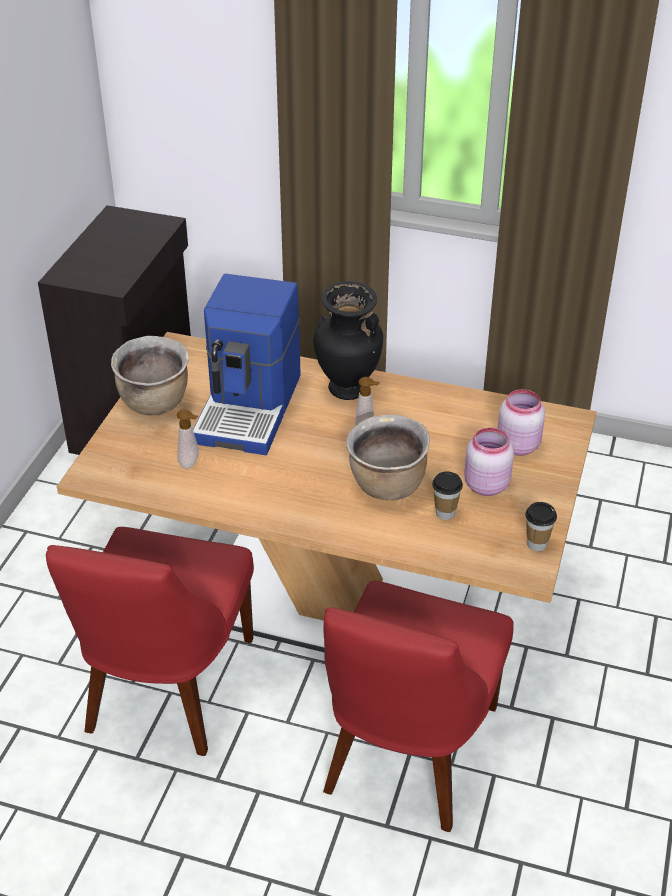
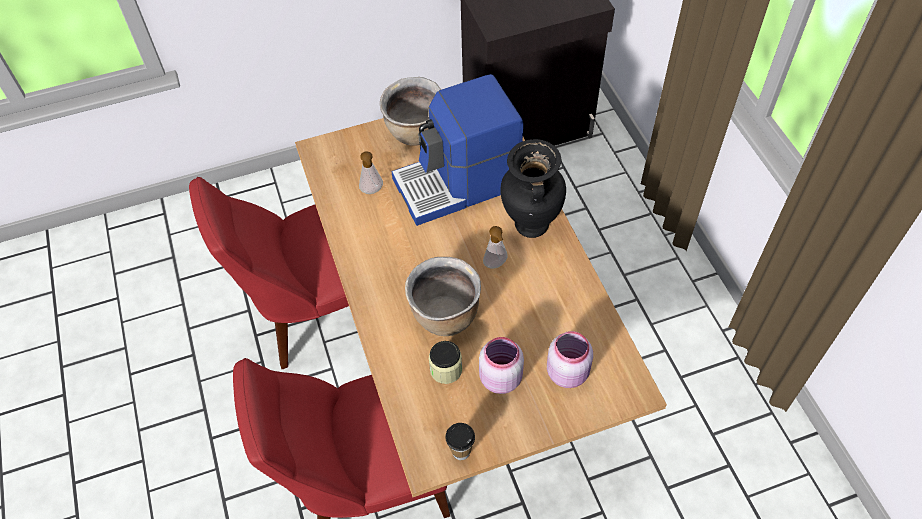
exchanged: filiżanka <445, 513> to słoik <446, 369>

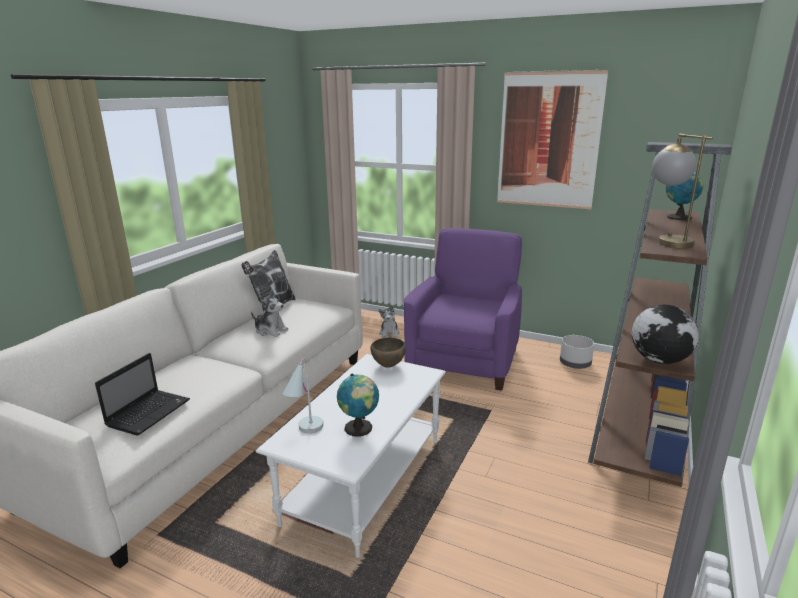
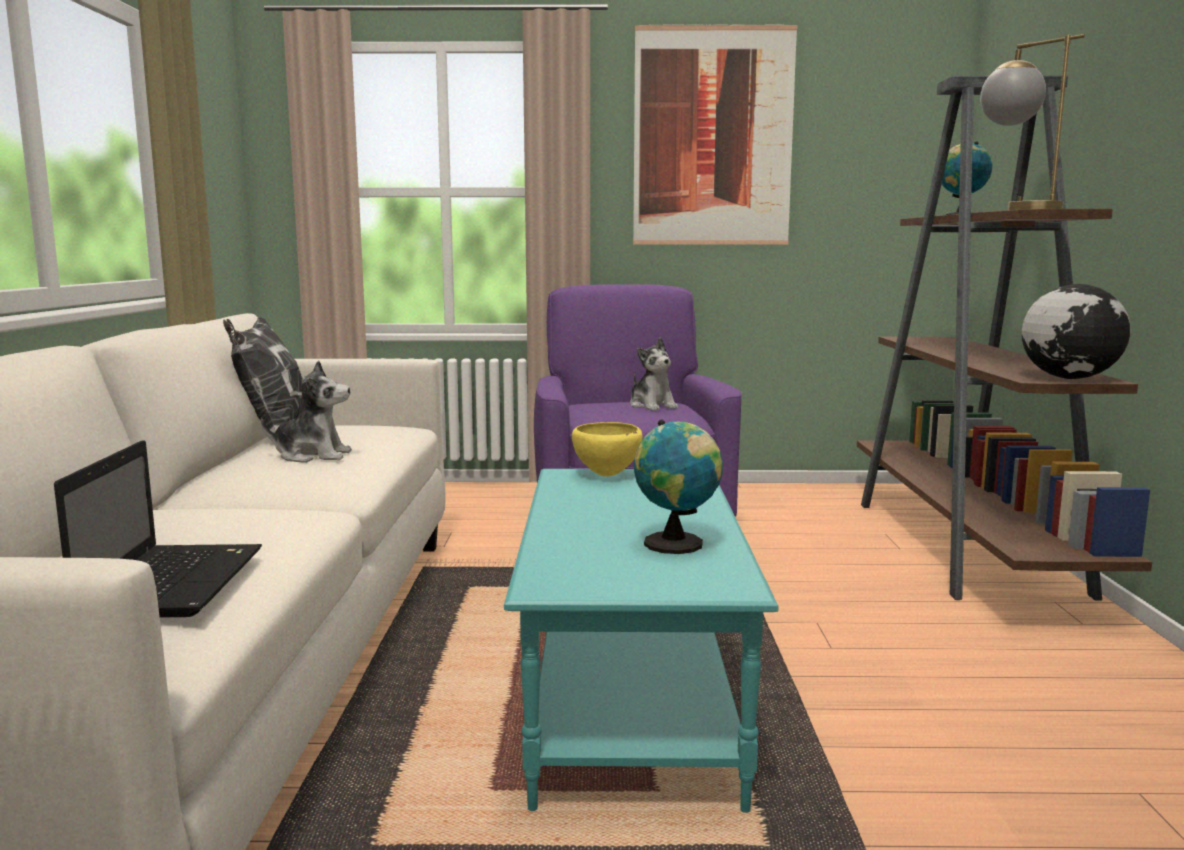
missing: lampa stołowa/biały <305, 432>; donica/szary <575, 363>
relocated: pluszak <389, 333> to <652, 406>
colour: ława/biały <364, 479> to ława/turkusowy <628, 697>; miska/brązowy <388, 366> to miska/żółty <607, 475>

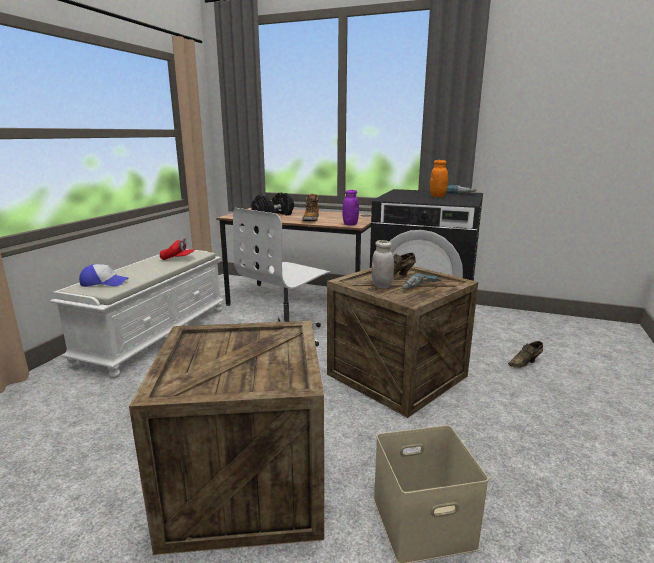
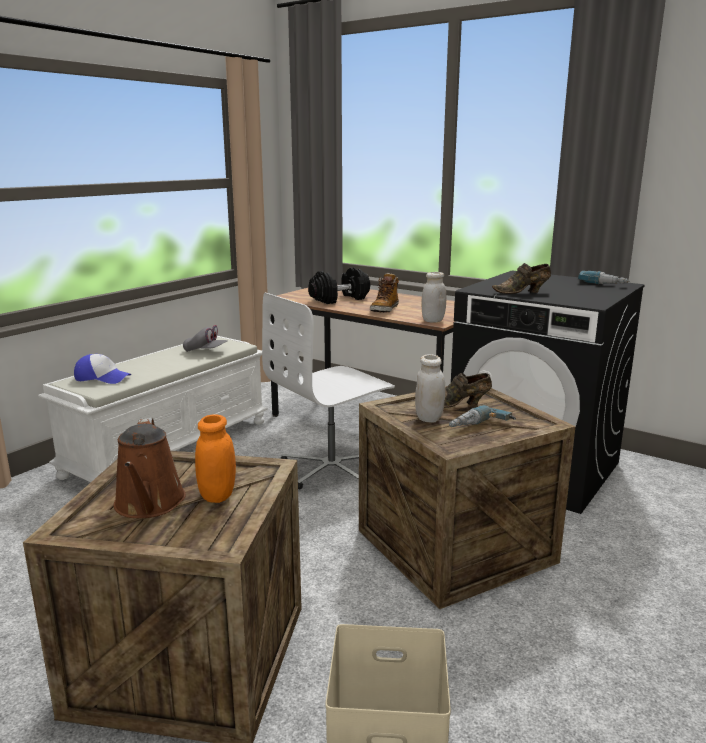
appeared: konewka/brązowy <149, 504>
relocated: słoik/pomarańczowy <437, 196> to <218, 495>; but/brązowy <525, 363> to <522, 292>
colour: czapka z daszkiem/czerwony <178, 259> to czapka z daszkiem/szary <205, 351>; słoik/fioletowy <350, 224> to słoik/biały <433, 320>

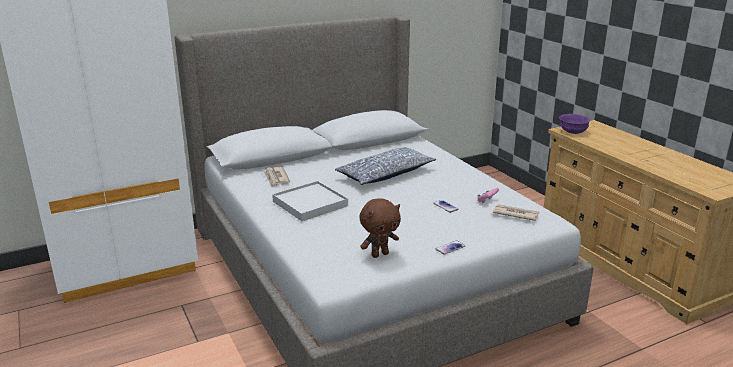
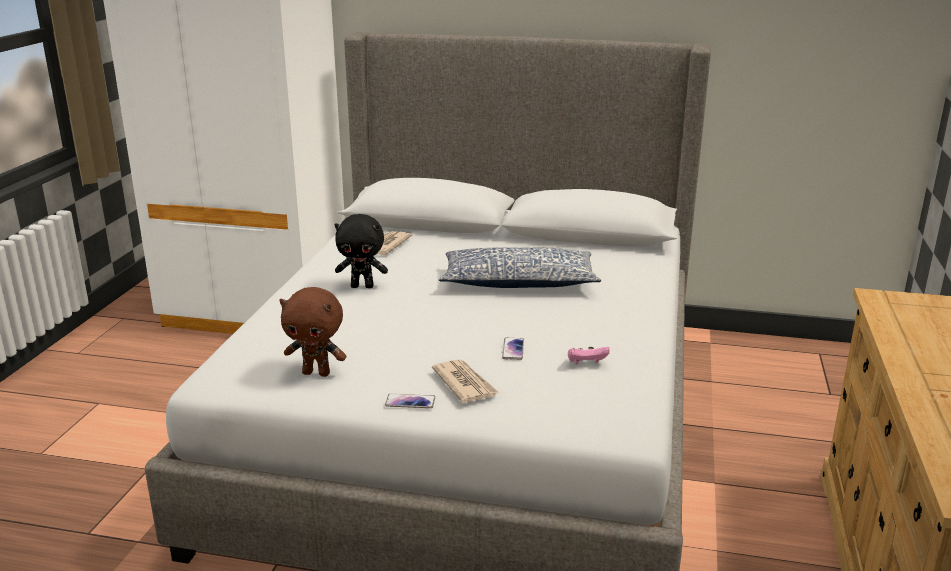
missing: miska/fioletowy <573, 131>
relocated: gazeta <515, 214> to <464, 383>
exchanged: taca/biały <310, 203> to pluszak/czarny <362, 286>

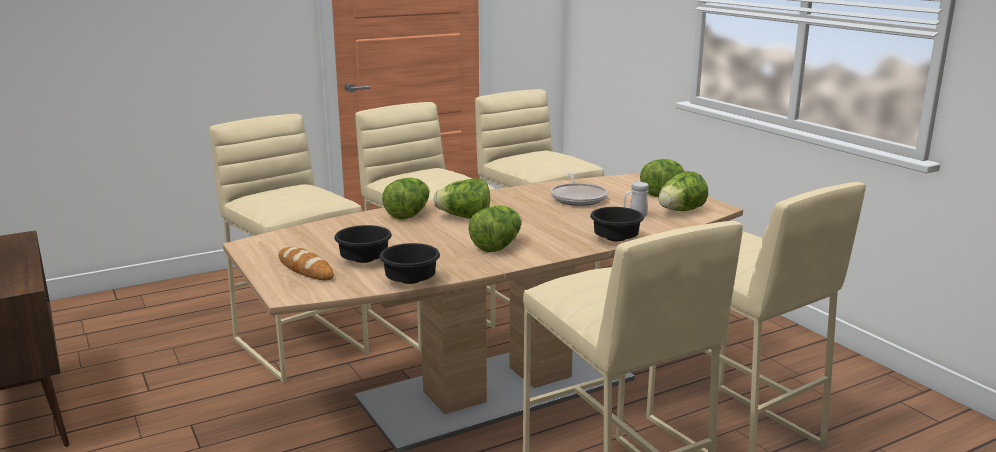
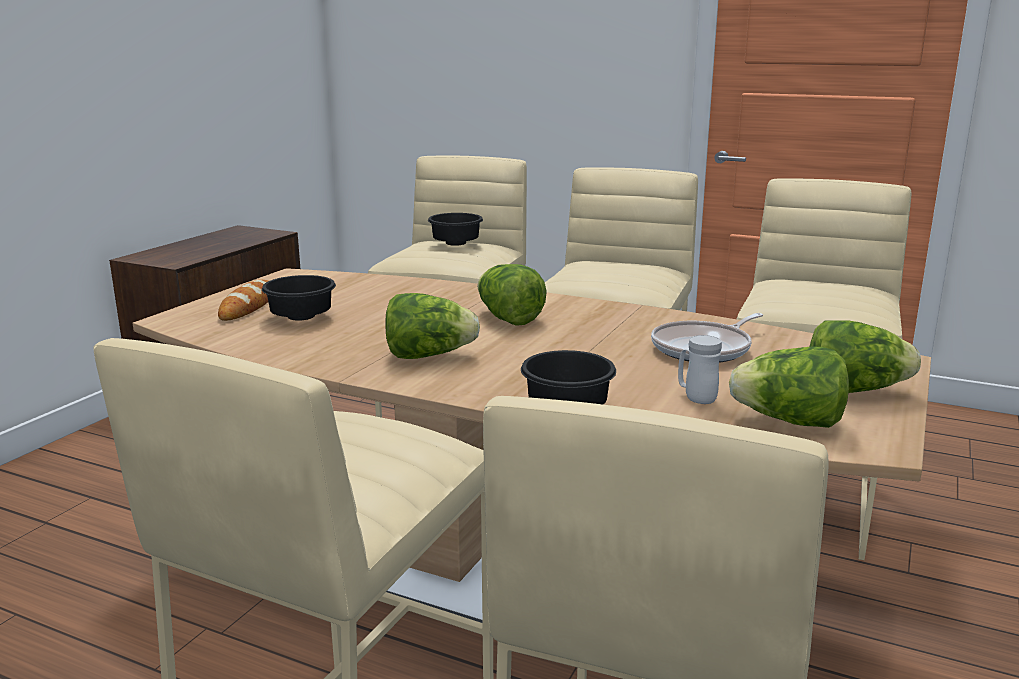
missing: sałata <408, 214>
relocated: miska/czarny <410, 281> to <454, 244>

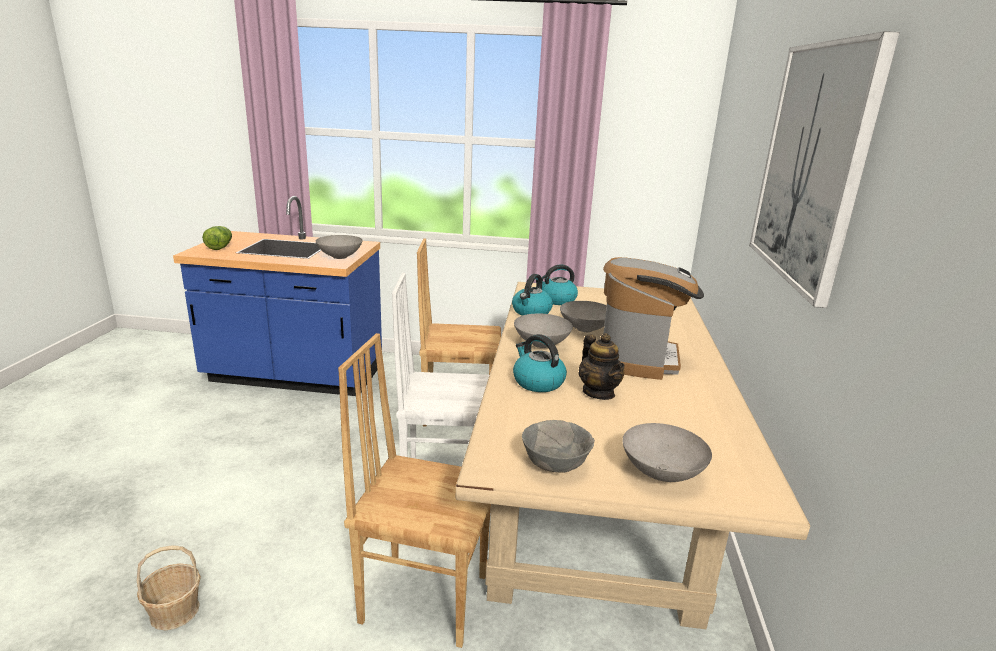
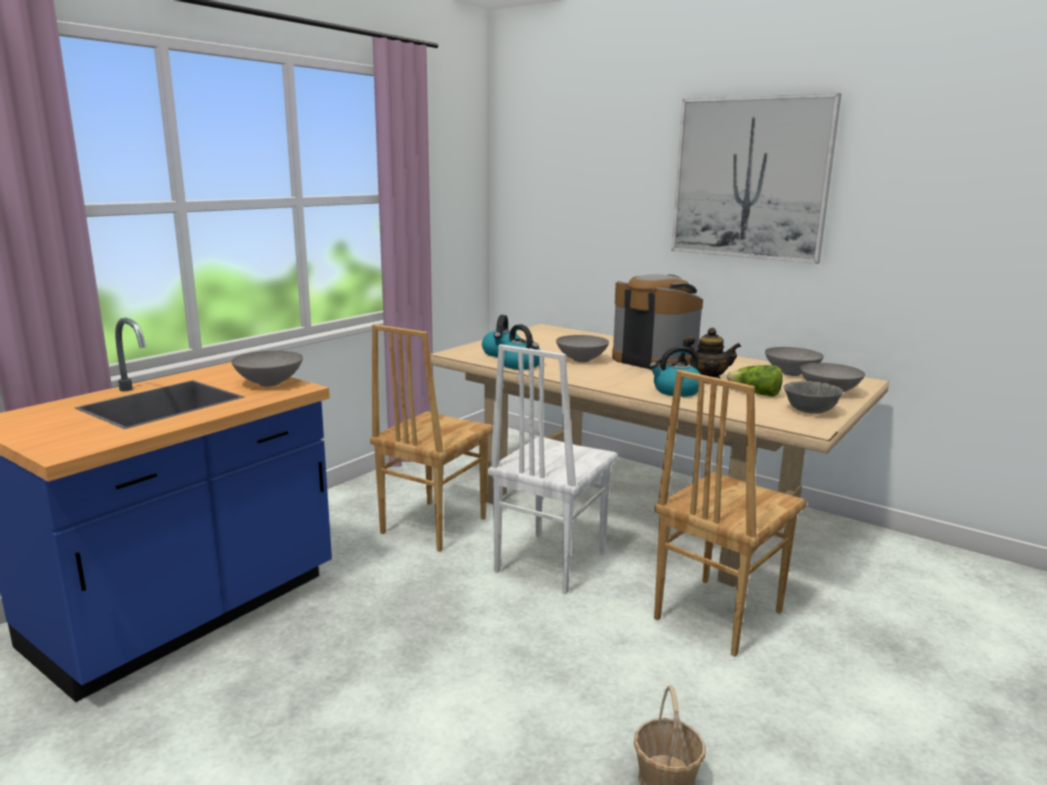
relocated: sałata <220, 247> to <755, 394>; miska/szary <541, 344> to <792, 373>

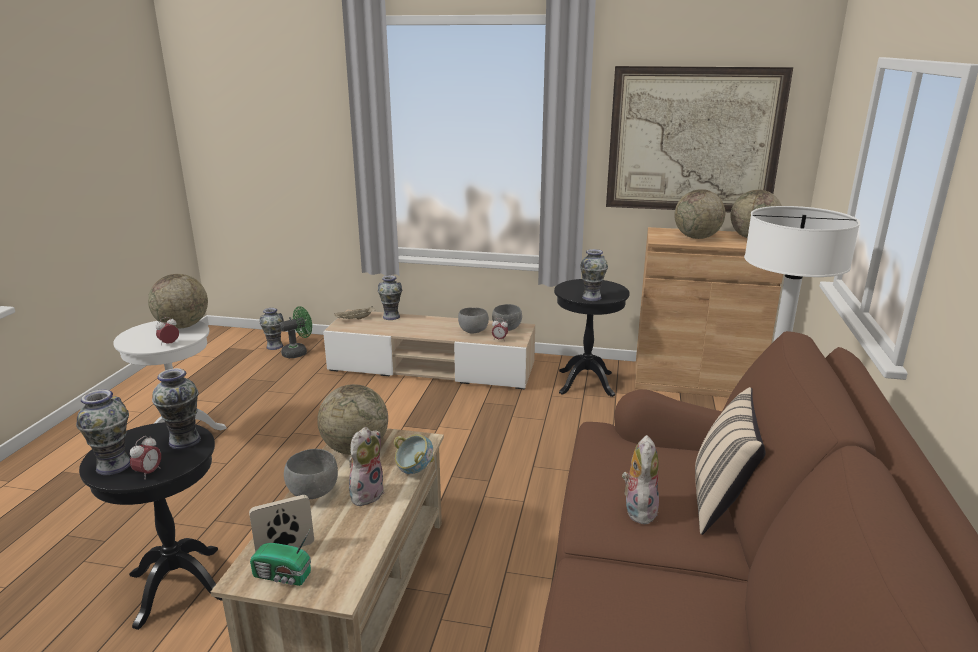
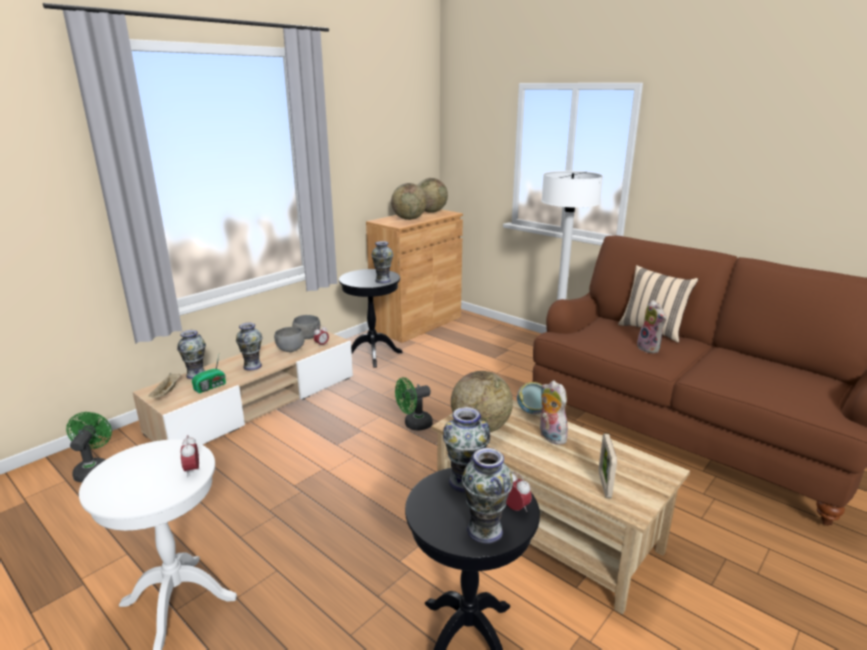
missing: globus <183, 326>; miska/szary <313, 492>; obraz <693, 140>
appeared: wentylator/zielony <414, 425>
relocated: radio <283, 576> to <211, 387>; wazon <274, 346> to <252, 366>
spun: pluszak <638, 509> = <650, 348> 150 degrees counterclockwise

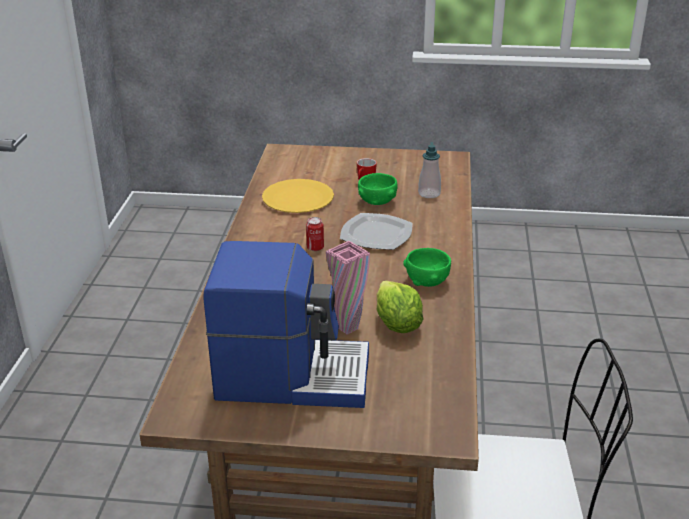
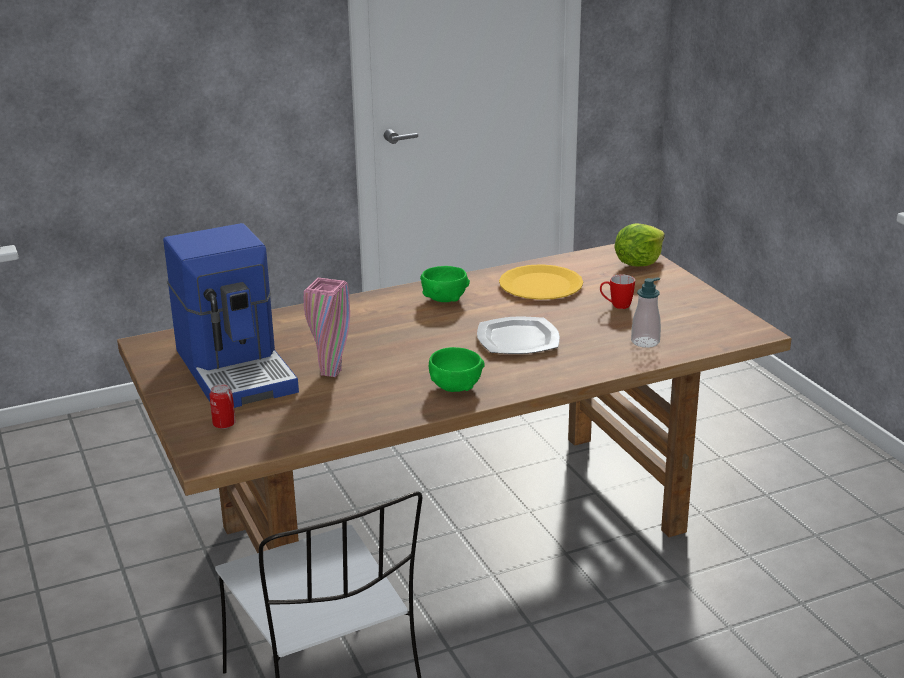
relocated: puszka <315, 248> to <224, 424>; miska/zielony <377, 202> to <444, 299>; sałata <396, 324> to <638, 263>

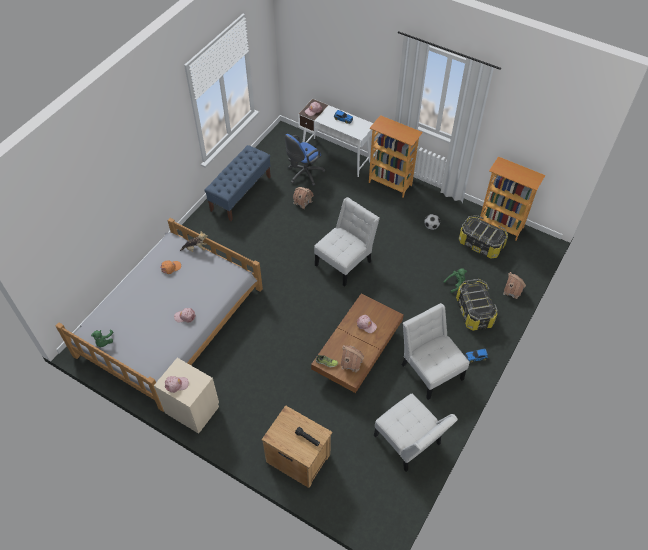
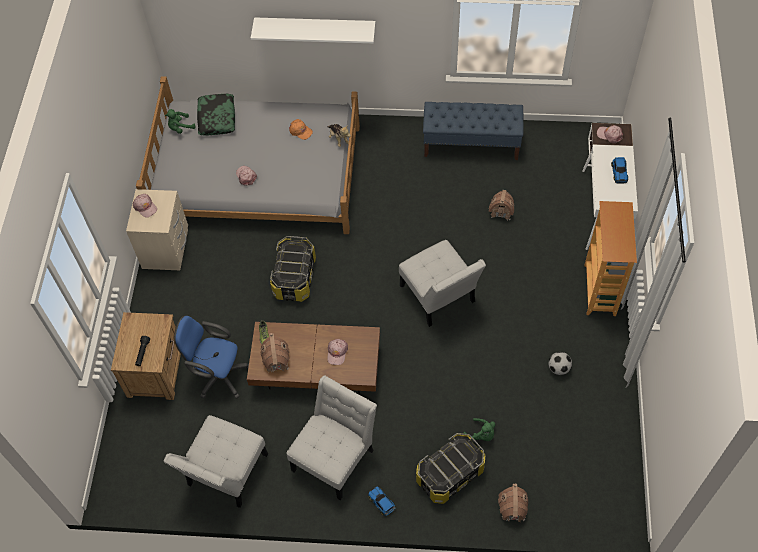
missing: regał <501, 225>
appeared: poduszka <216, 118>; półka/biały <315, 27>
relocated: krzesło biurowe/niebieski <303, 174> to <218, 375>; pojemnik do przechowywania <481, 244> to <295, 277>
spun: krzesło/biały <345, 261> = <439, 297> 45 degrees clockwise

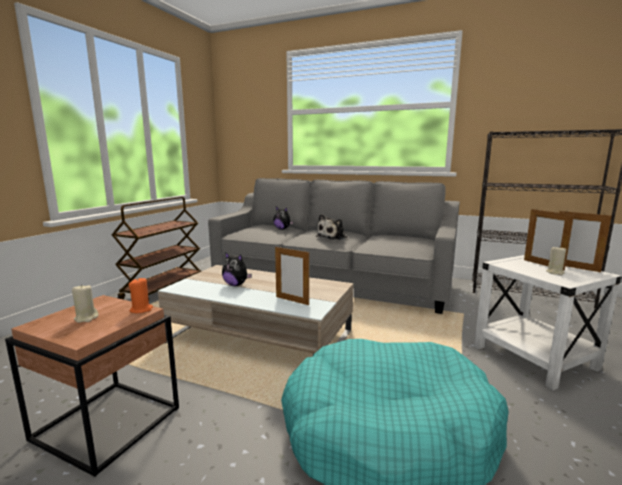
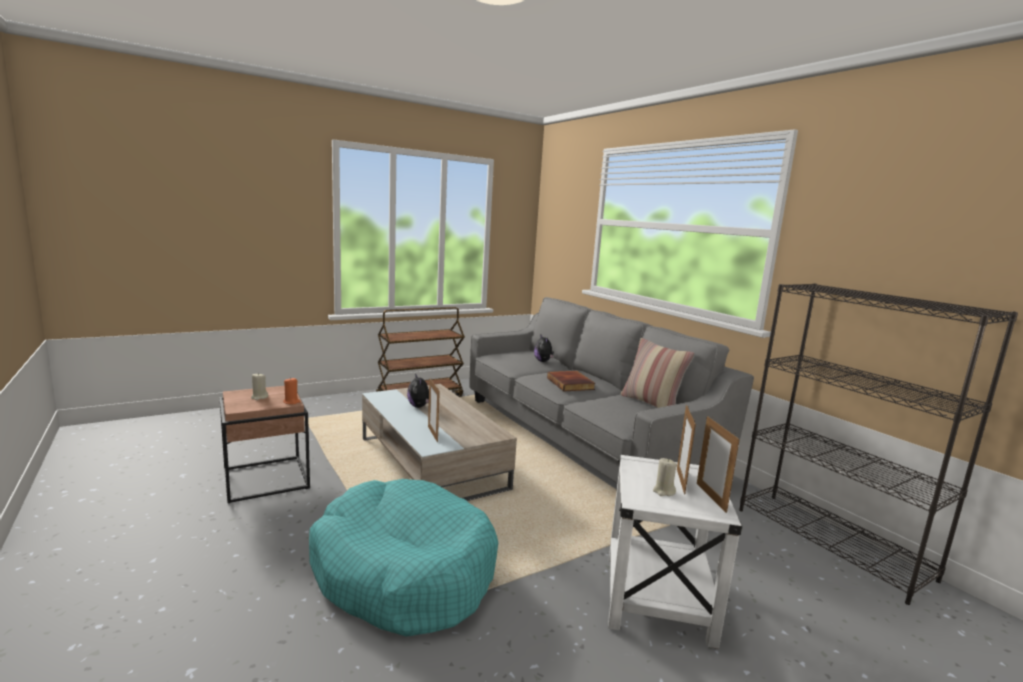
appeared: poduszka <651, 404>
exchanged: pluszak <333, 237> to książka <571, 384>

